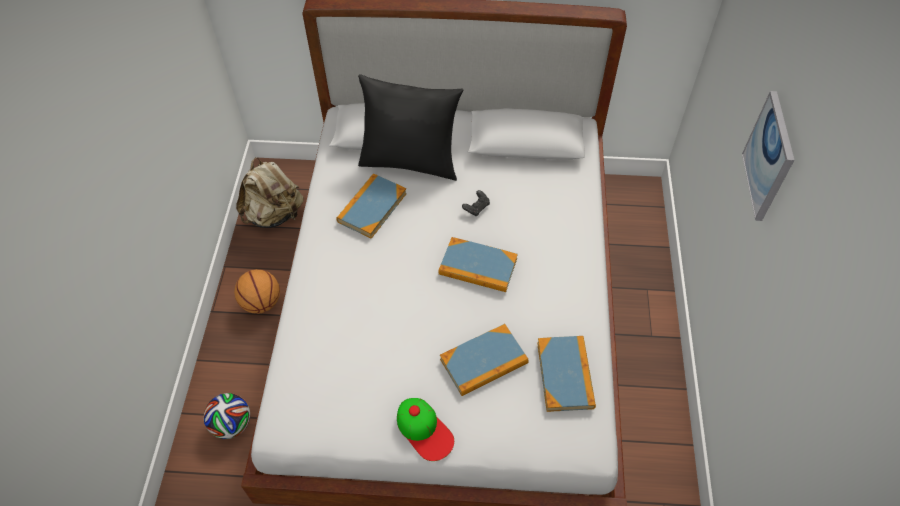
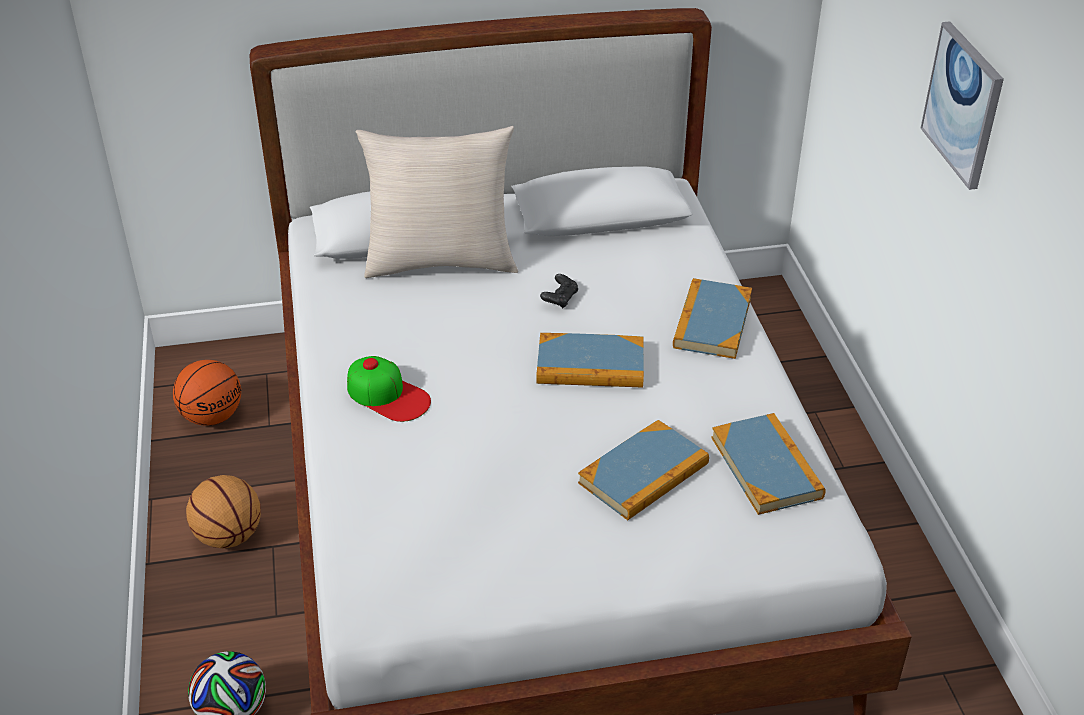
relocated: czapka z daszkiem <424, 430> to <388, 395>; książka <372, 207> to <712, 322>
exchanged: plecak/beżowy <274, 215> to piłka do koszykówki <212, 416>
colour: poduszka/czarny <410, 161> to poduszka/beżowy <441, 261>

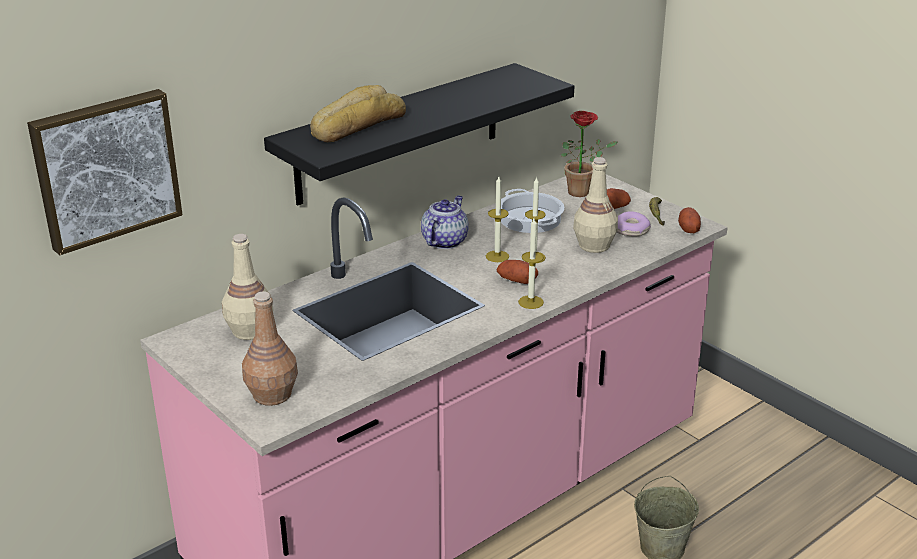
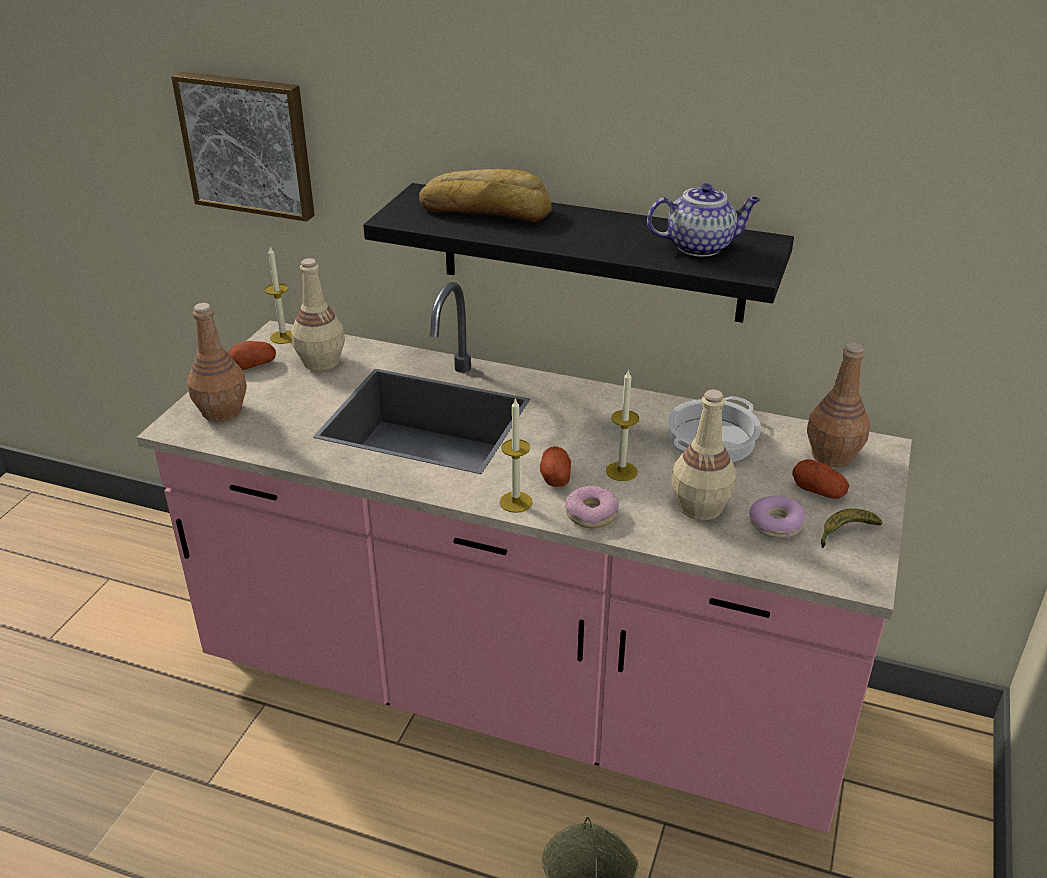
appeared: donut <591, 514>
relocated: ziemniak <688, 228> to <253, 365>; świeca <497, 256> to <283, 337>; imbryk <444, 241> to <701, 246>
exchanged: roślina doniczkowa <583, 192> to butelka/brązowy <832, 456>

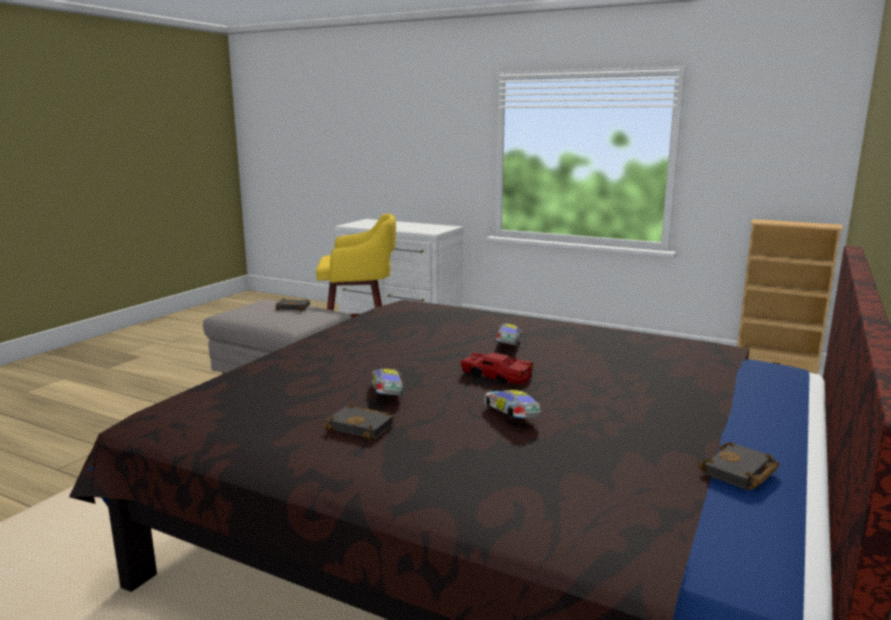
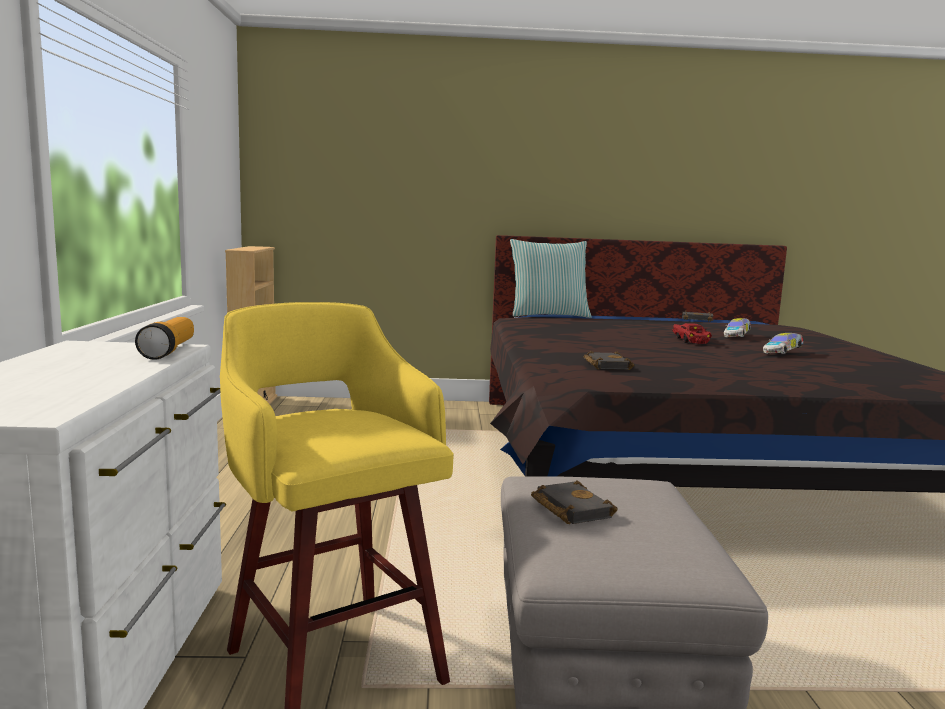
missing: samochodzik <508, 344>
appeared: latarka <169, 351>; poduszka <548, 315>
relocated: książka/czarny <363, 427> to <605, 365>

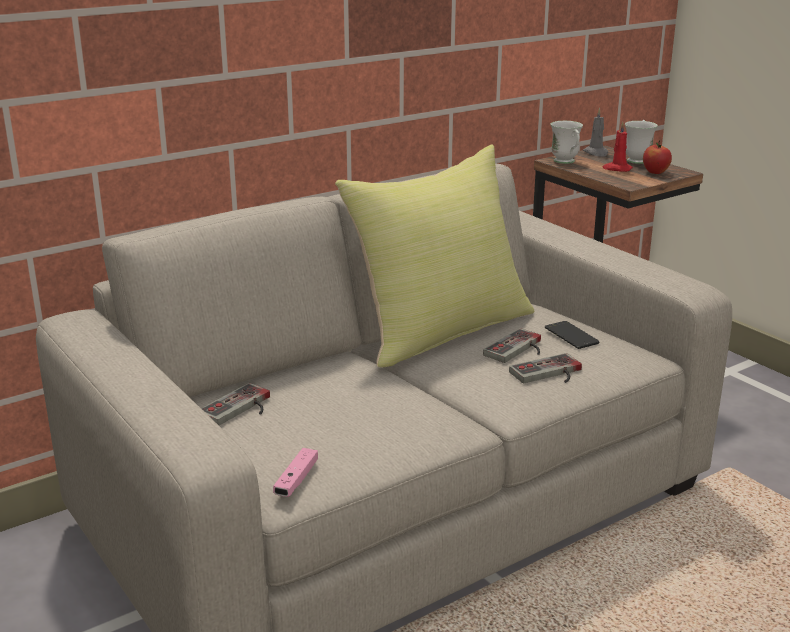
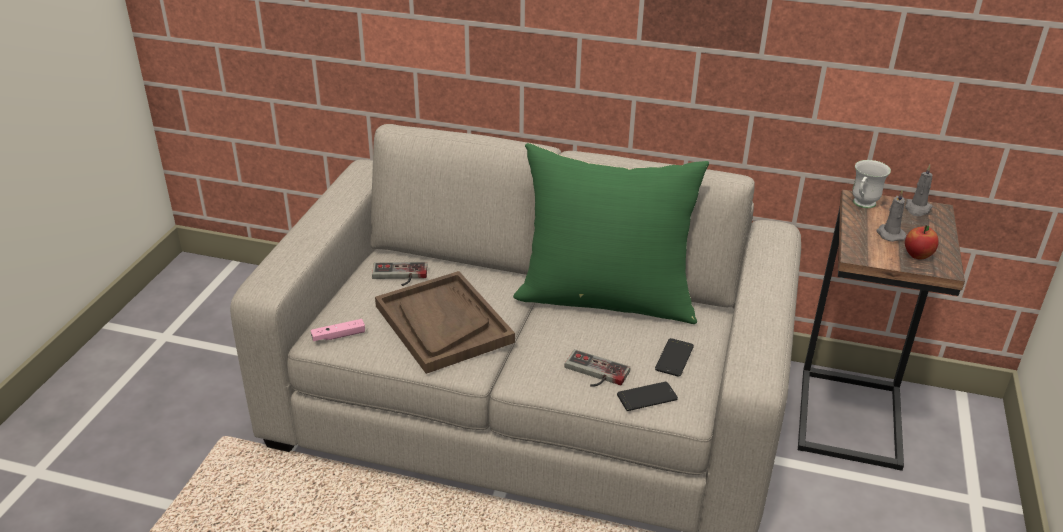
missing: pad do gier <519, 350>; kubek/biały <638, 159>
appeared: taca/brązowy <443, 324>; telefon <647, 397>
colour: poduszka/żółty <441, 331> to poduszka/zielony <606, 297>; świeca/czerwony <616, 169> to świeca/szary <889, 234>

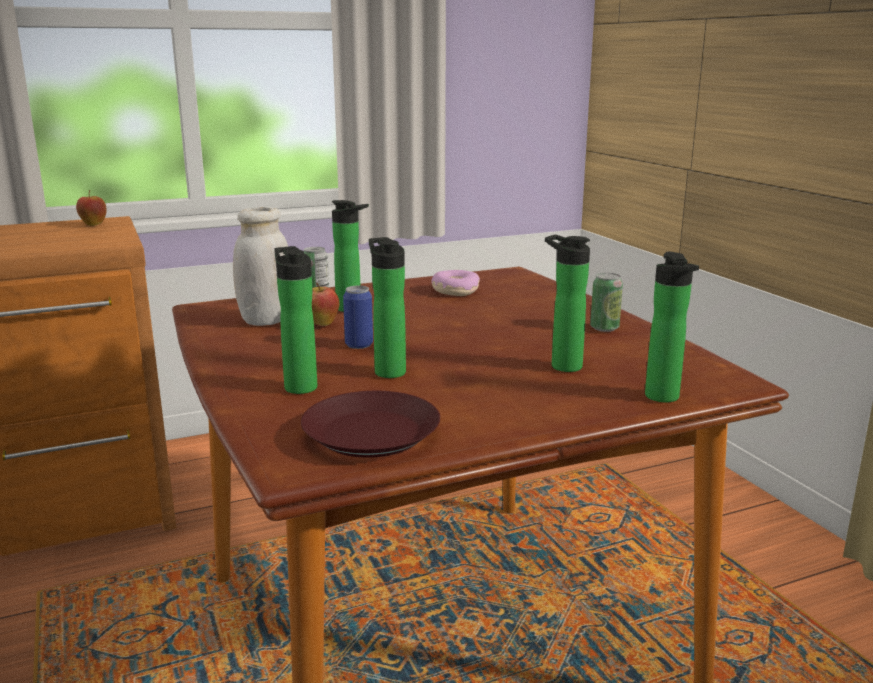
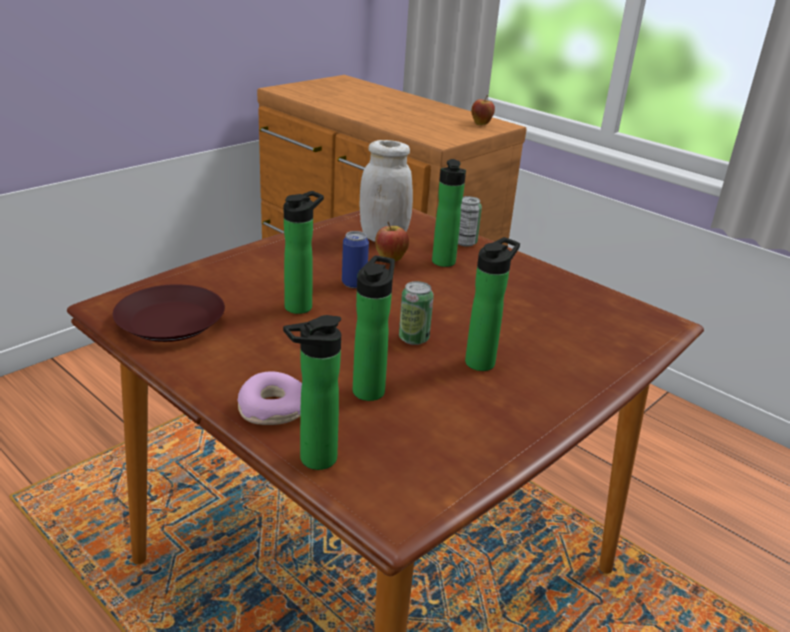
relocated: donut <455, 291> to <273, 409>; puszka <604, 328> to <413, 338>; butelka <299, 386> to <483, 361>

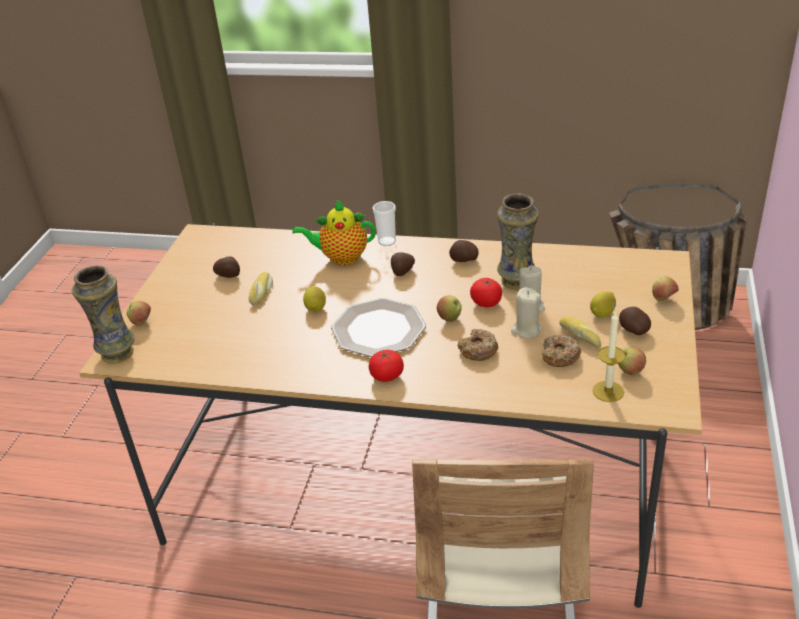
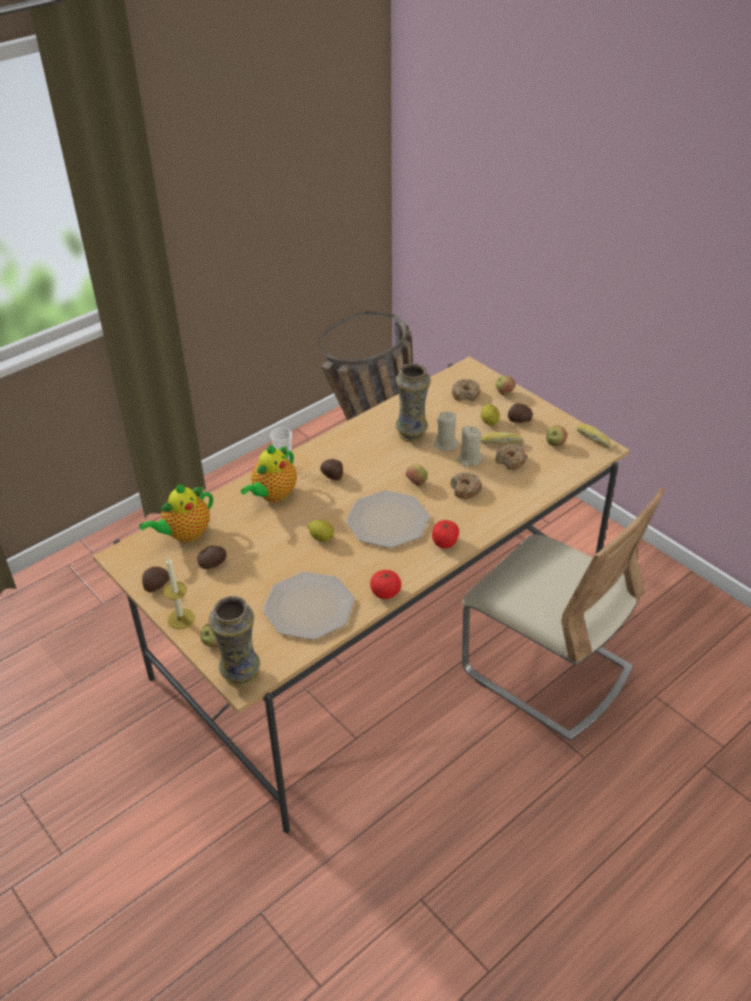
appeared: imbryk <185, 534>; talerz <309, 606>; donut <466, 394>
relocated: ziemniak <464, 260> to <156, 586>; świeca <608, 391> to <181, 619>; pomidor <486, 302> to <385, 592>; chleb <262, 292> to <594, 439>

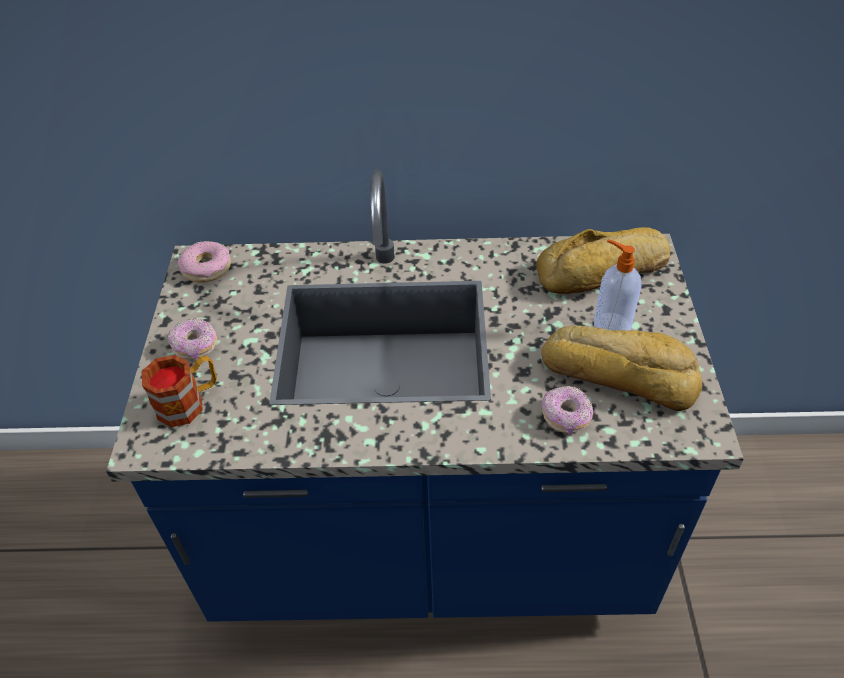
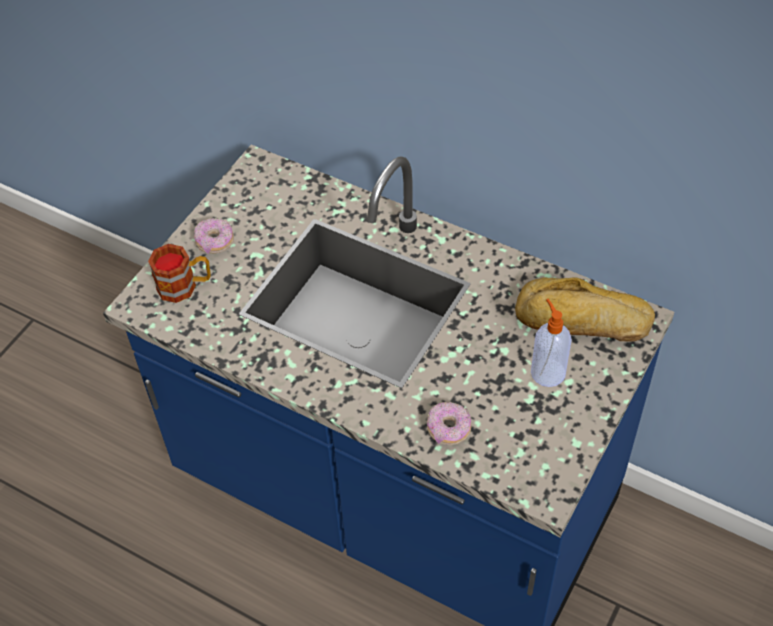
missing: donut <206, 268>; chleb <619, 373>

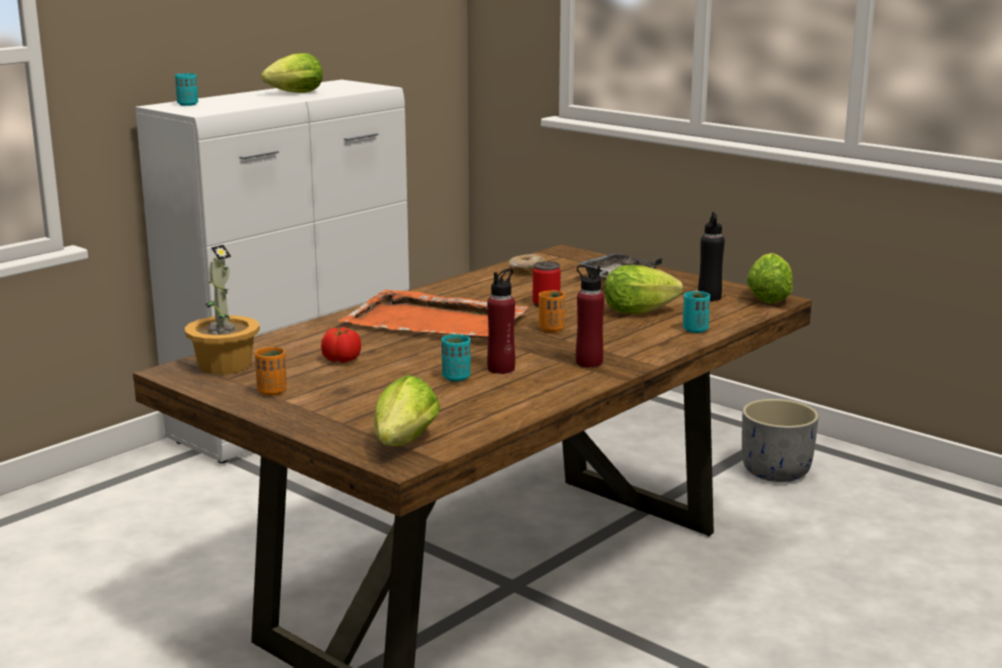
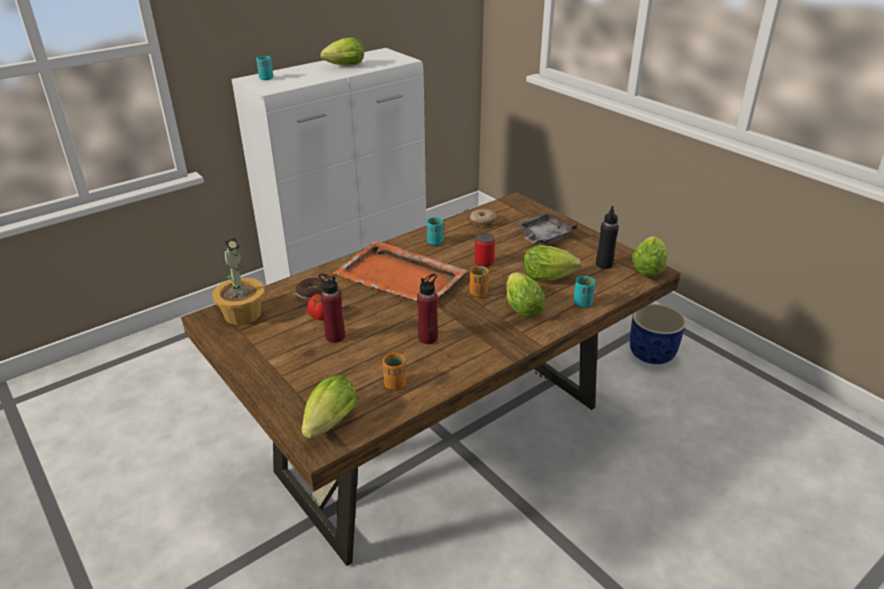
appeared: donut <312, 293>; sałata <521, 307>
relocated: butelka/czerwony <589, 362> to <335, 336>; filiżanka/pomarańczowy <272, 391> to <395, 384>; filiżanka/turkusowy <456, 377> to <435, 242>
colour: donica/szary <776, 472> to donica/niebieski <651, 354>

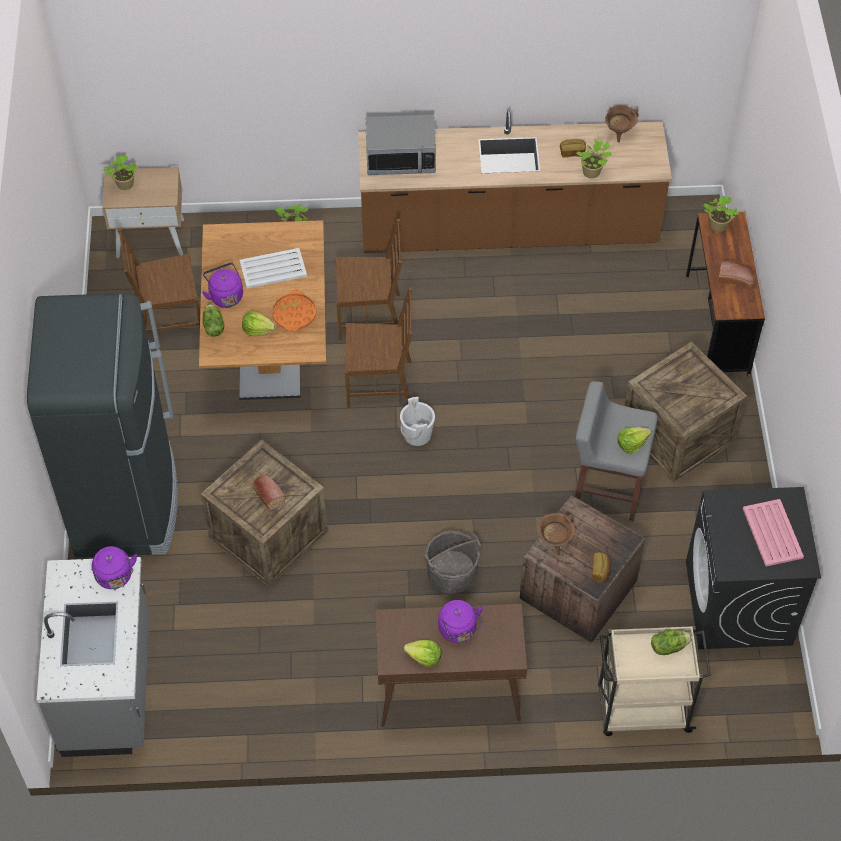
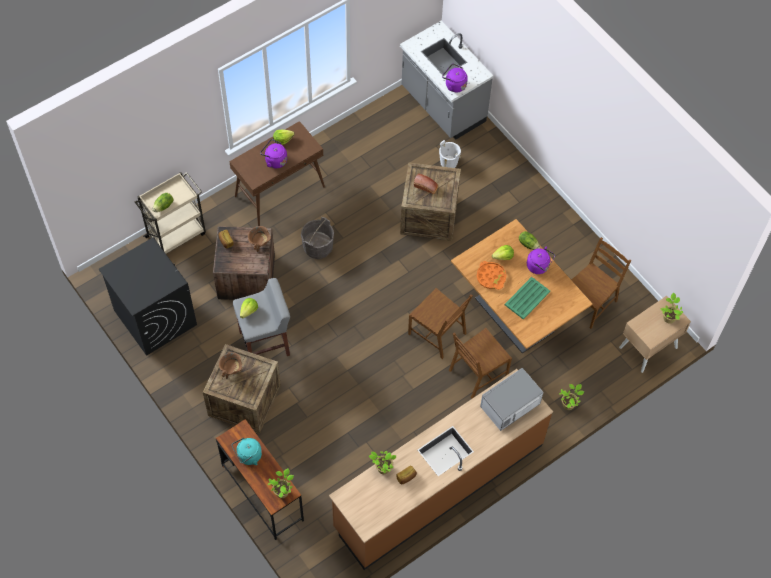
missing: lodówka/czarny <126, 503>; taca/różowy <772, 532>
relocated: garnek/brązowy <619, 132> to <231, 370>; wiadro/biały <417, 434> to <448, 162>
exchanged: chleb <736, 279> to czajnik/turkusowy <248, 456>
colour: taca/biały <272, 269> to taca/zielony <527, 298>
spun: krzesło/brązowy <380, 382> = <438, 333> 105 degrees counterclockwise

